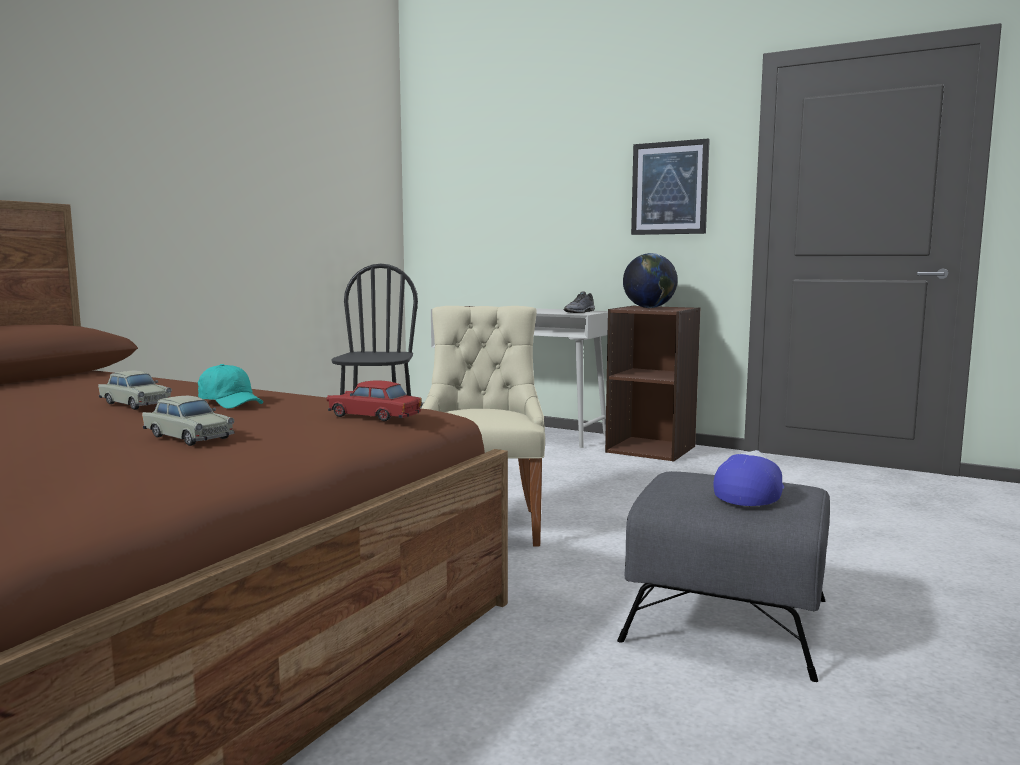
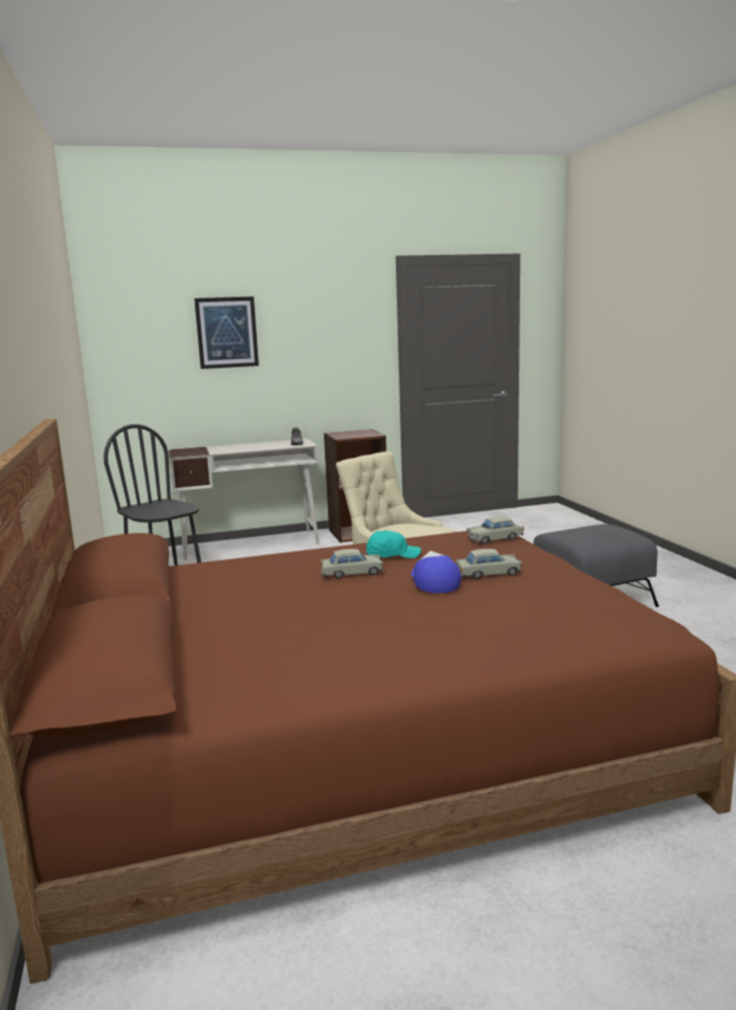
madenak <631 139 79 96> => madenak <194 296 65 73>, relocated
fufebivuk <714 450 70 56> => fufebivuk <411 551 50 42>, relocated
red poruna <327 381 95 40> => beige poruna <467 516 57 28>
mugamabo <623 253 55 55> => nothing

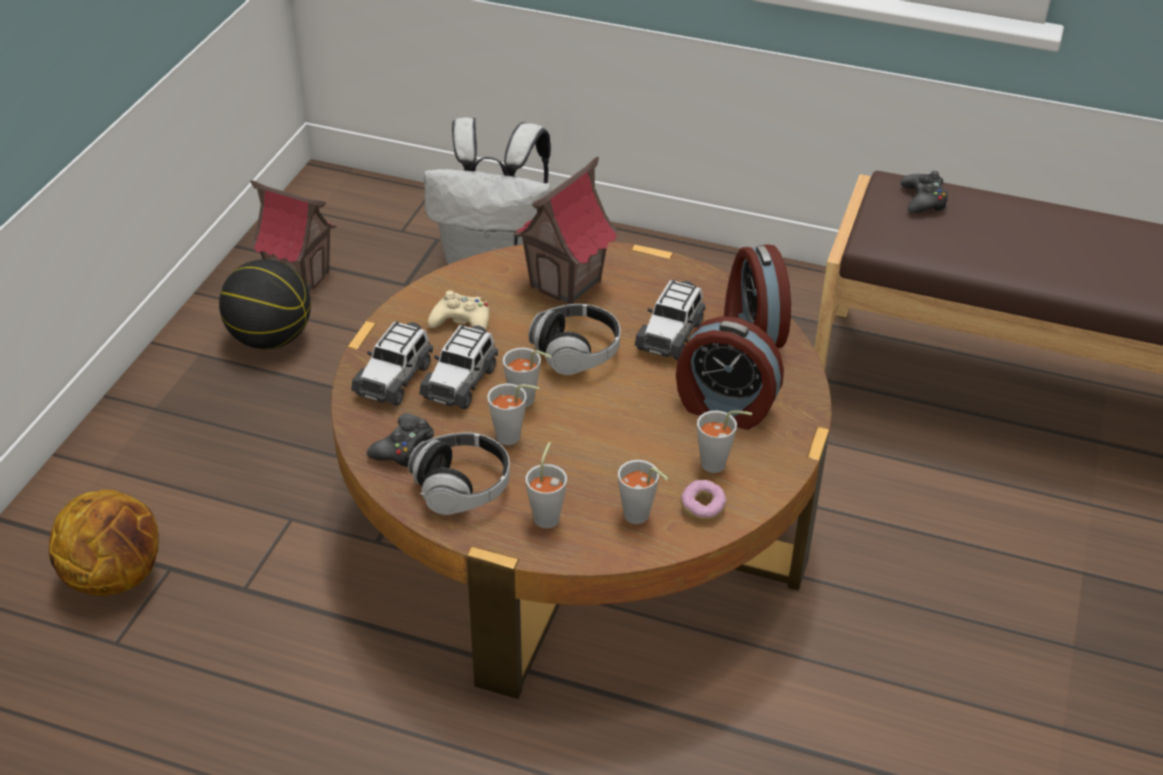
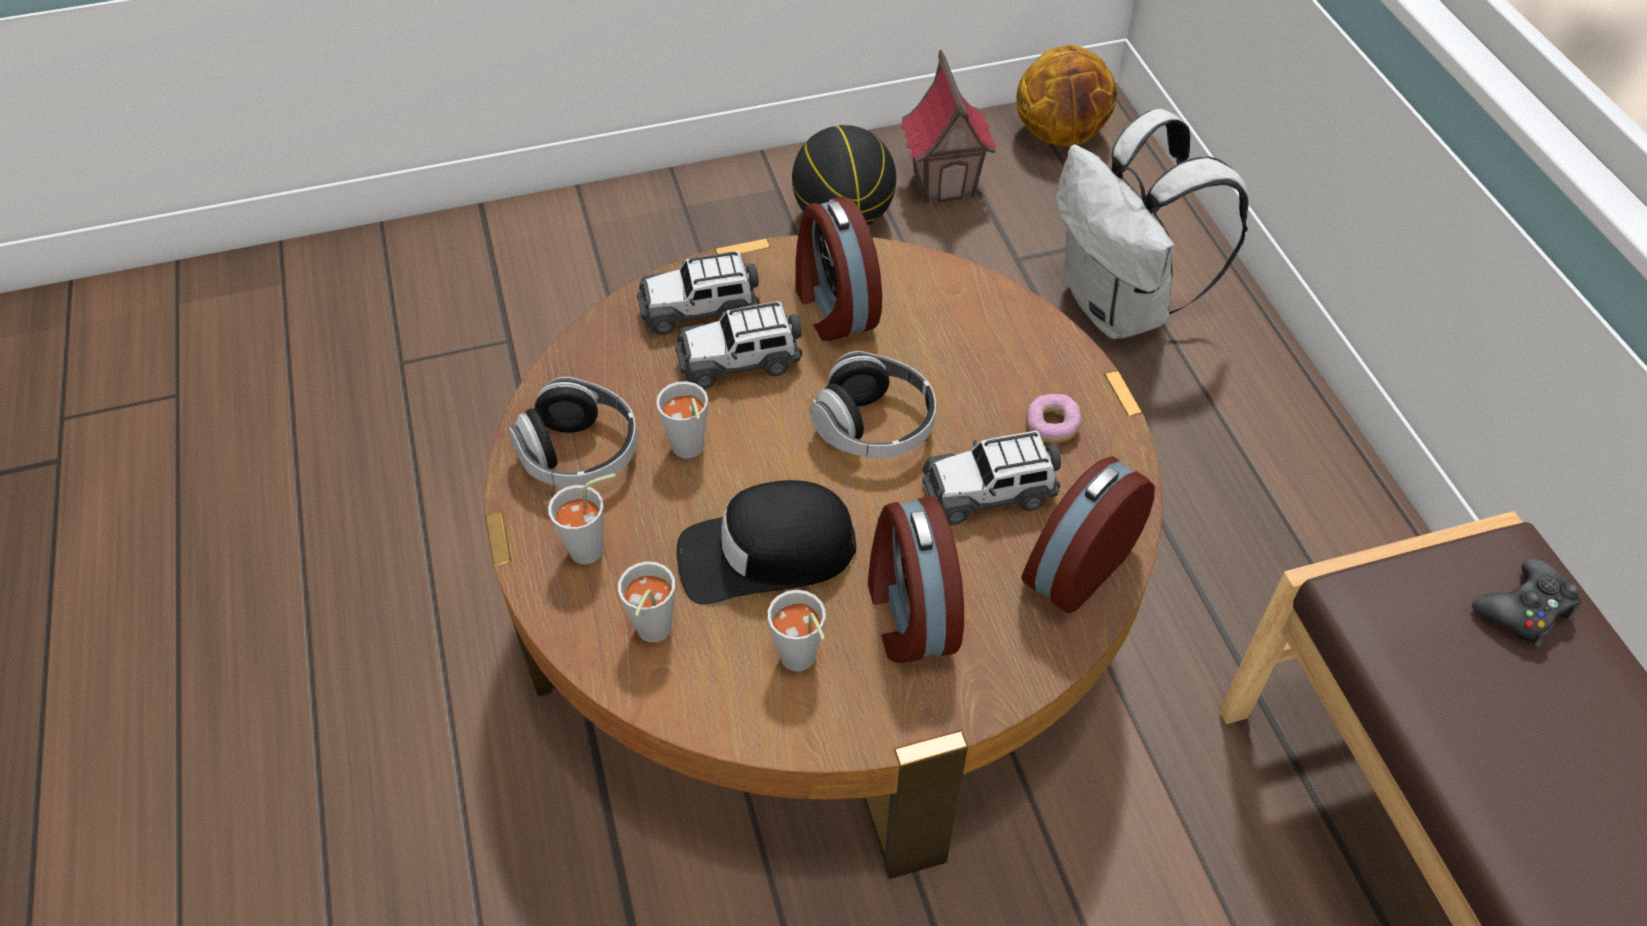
nothing => black fufebivuk <677 480 179 125>
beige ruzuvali <428 290 61 40> => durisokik <795 196 87 145>
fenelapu <49 490 110 106> => fenelapu <1017 45 100 101>, relocated
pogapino <681 480 45 41> => pogapino <1026 394 56 50>, relocated
black ruzuvali <367 413 67 54> => nothing
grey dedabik <503 348 49 59> => nothing
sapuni <513 156 106 148> => nothing

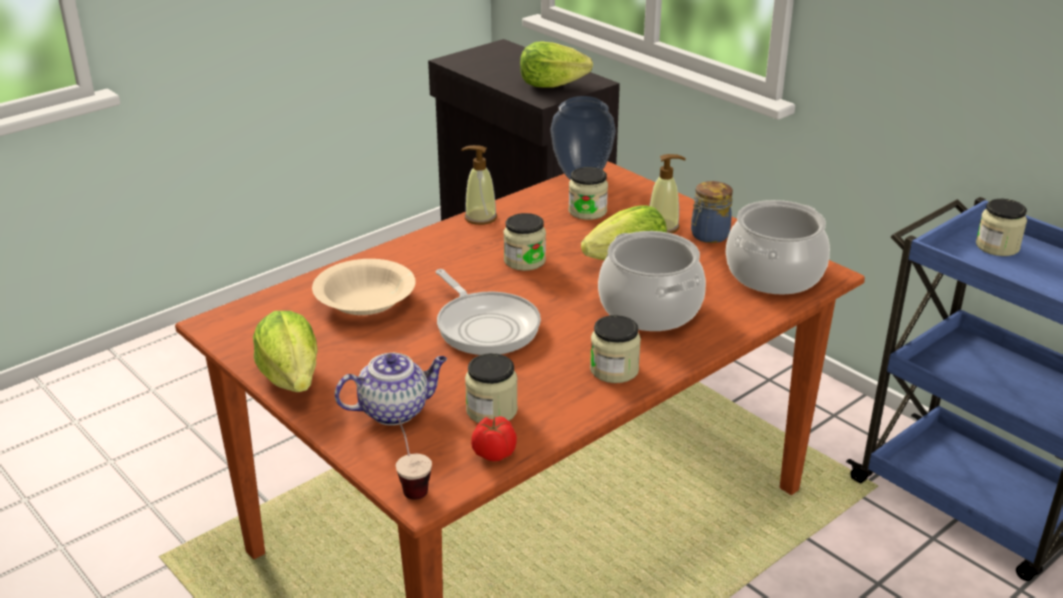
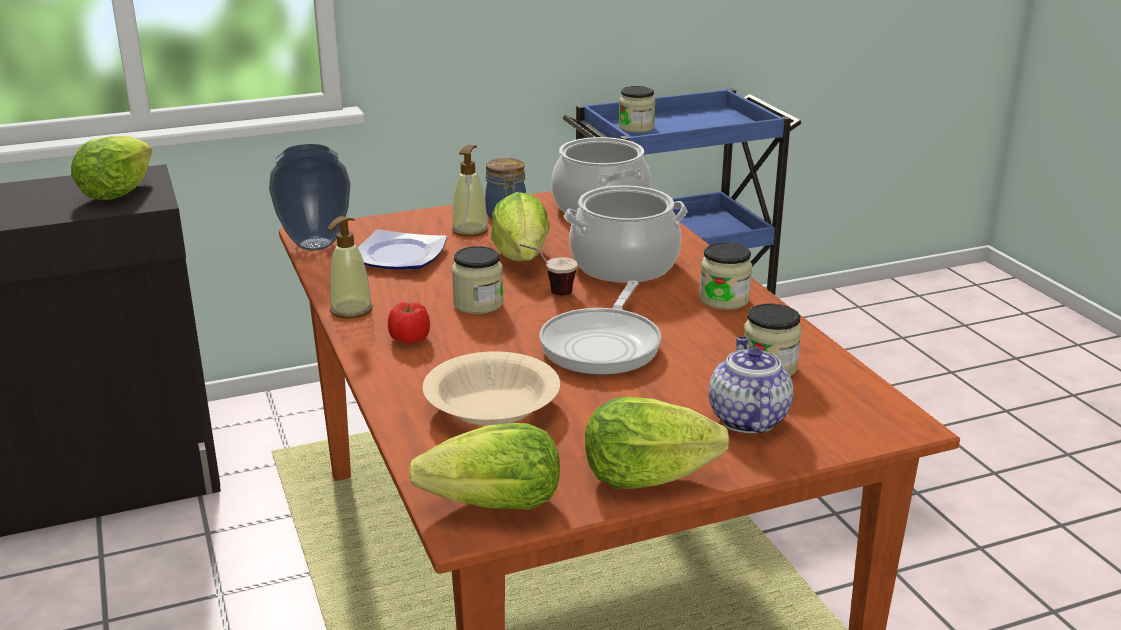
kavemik <568 167 40 53> => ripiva <358 229 89 41>
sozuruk <471 416 46 45> => sozuruk <388 302 42 42>, relocated
nothing => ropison <408 423 152 87>
dedabik <396 418 36 82> => dedabik <519 244 58 51>, relocated
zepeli <435 269 106 86> => zepeli <539 280 122 95>, 120 degrees clockwise

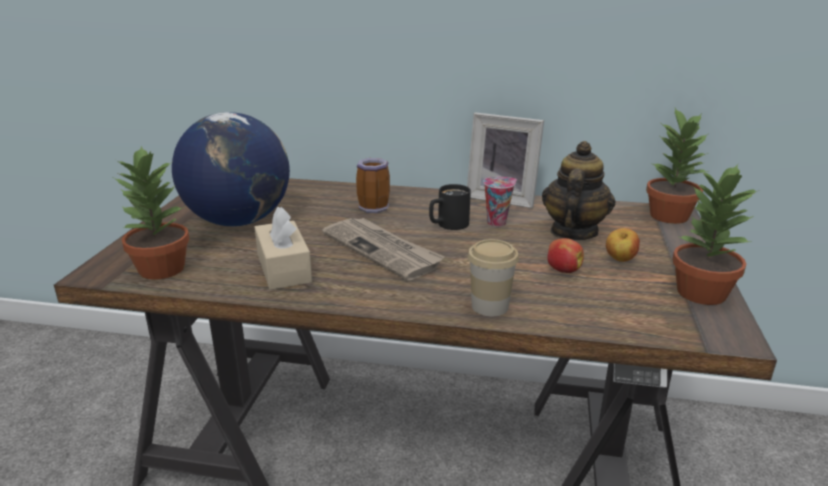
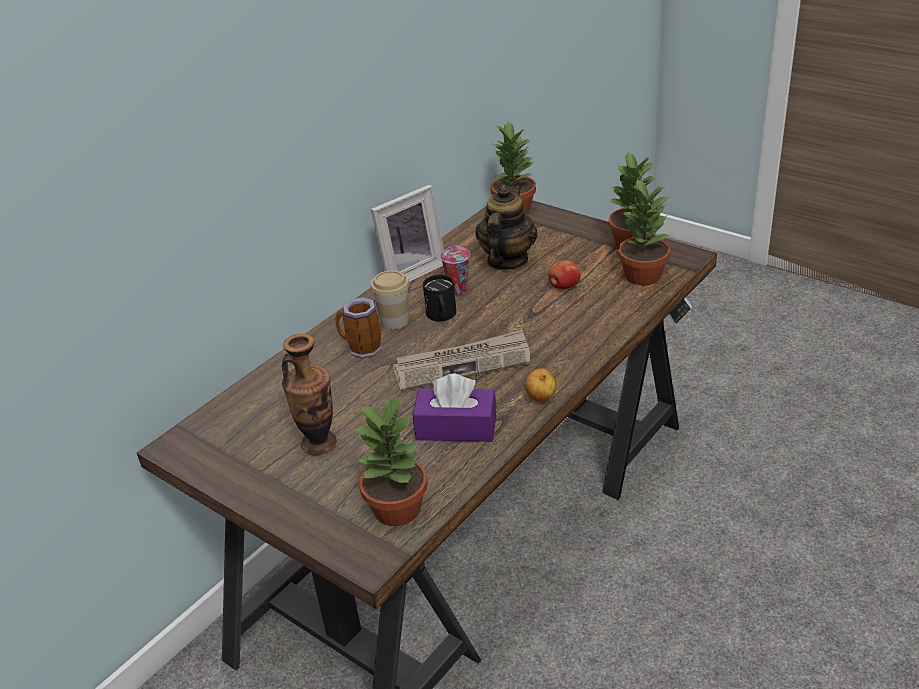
mugamabo <172 112 118 114> => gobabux <282 334 55 122>
dedabik <468 239 51 77> => dedabik <371 270 38 60>, relocated
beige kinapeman <254 207 58 83> => purple kinapeman <412 374 84 68>
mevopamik <542 141 74 99> => mevopamik <475 184 63 86>, 60 degrees clockwise
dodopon <606 228 34 34> => dodopon <525 368 31 33>, relocated
nothing => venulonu <618 178 53 107>

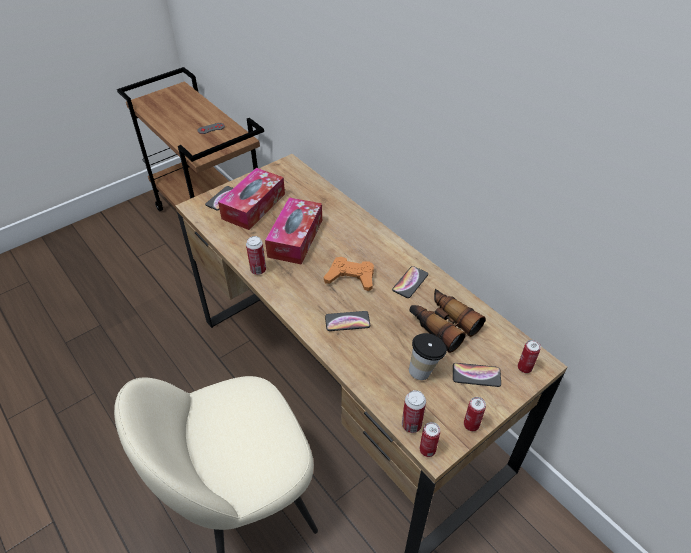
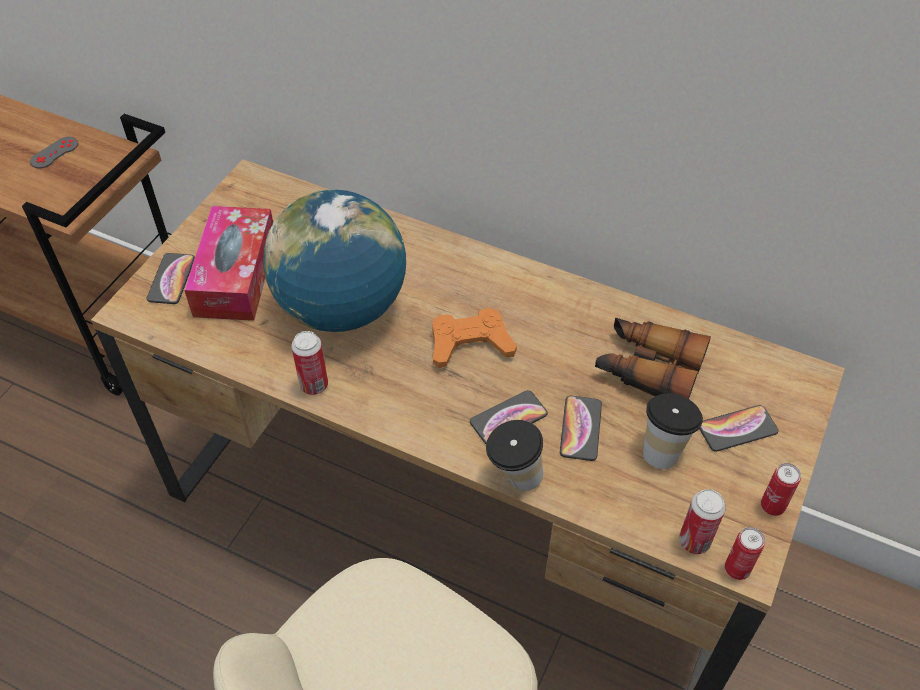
kinapeman <265 197 57 67> => mugamabo <263 190 143 142>
nothing => dedabik <486 420 57 71>
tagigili <392 266 36 32> => tagigili <560 396 42 65>, relocated
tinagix <518 340 23 33> => nothing

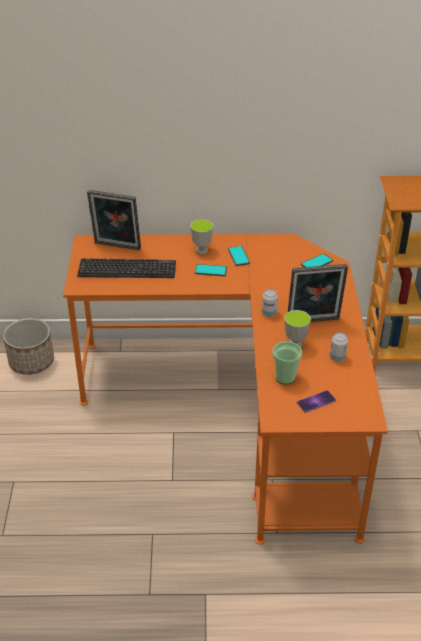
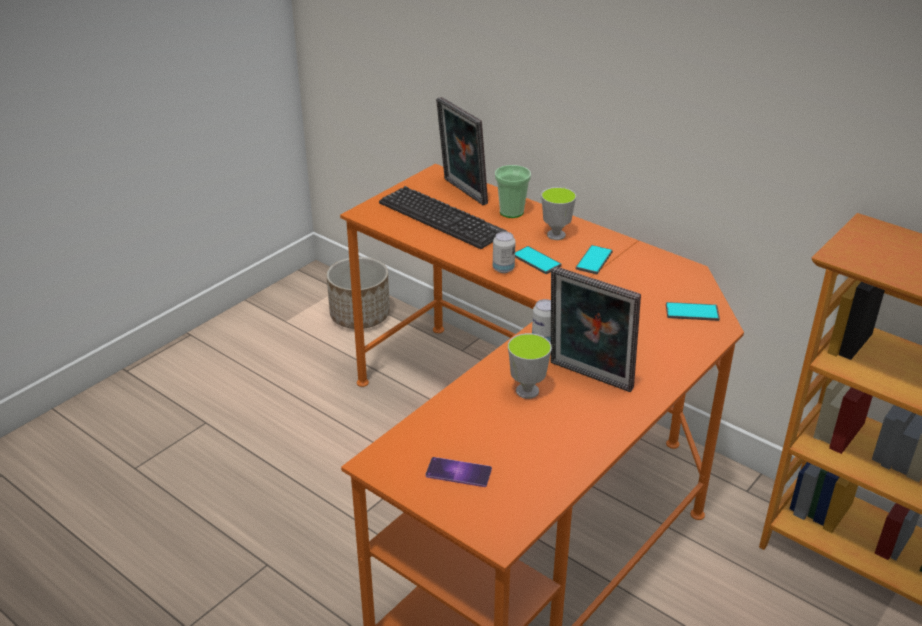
tinagix <330 332 18 29> => tinagix <493 231 23 42>, relocated
dedabik <272 342 30 42> => dedabik <495 165 36 53>, relocated

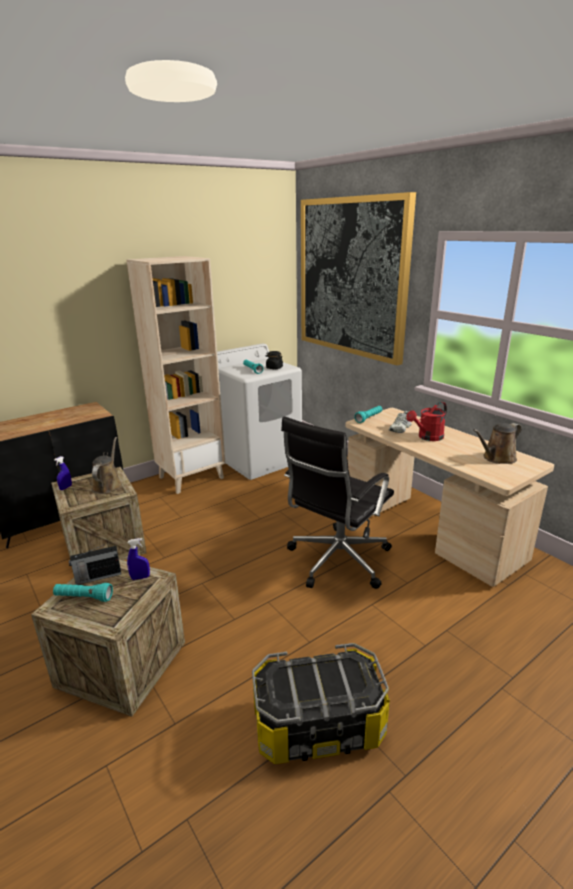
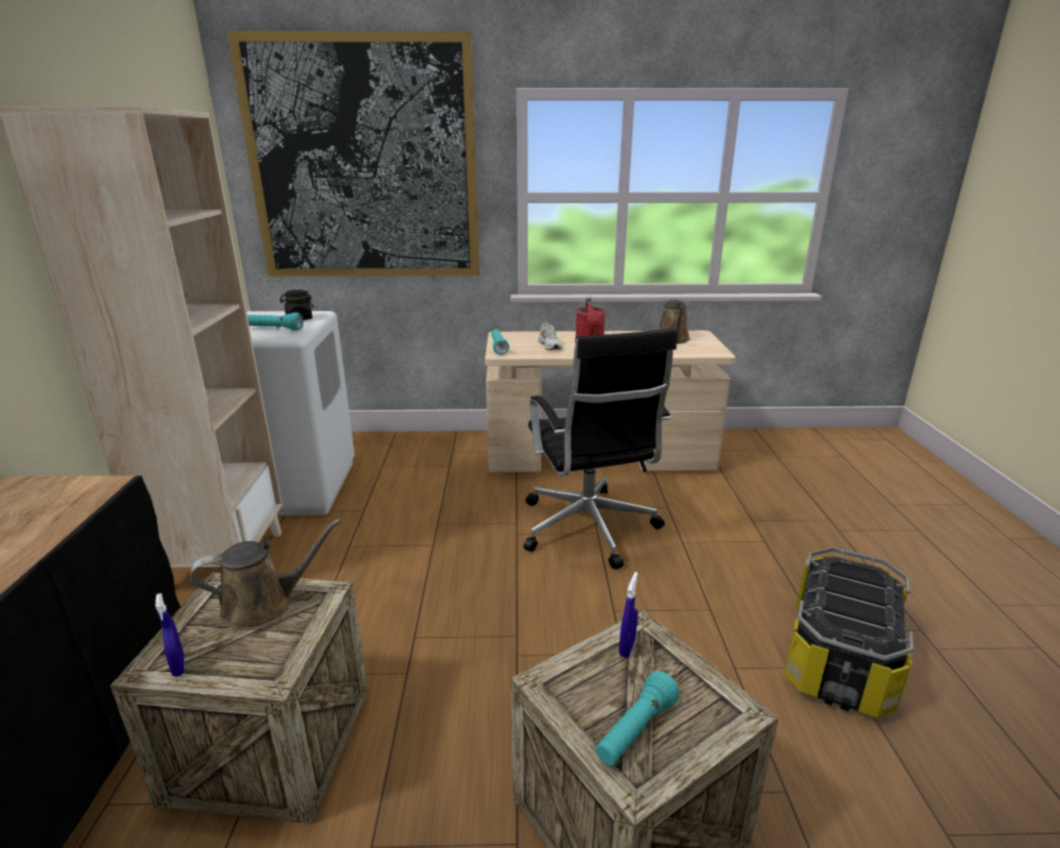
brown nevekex <92 437 30 57> => brown nevekex <190 519 152 111>, 120 degrees clockwise
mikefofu <69 544 52 41> => nothing

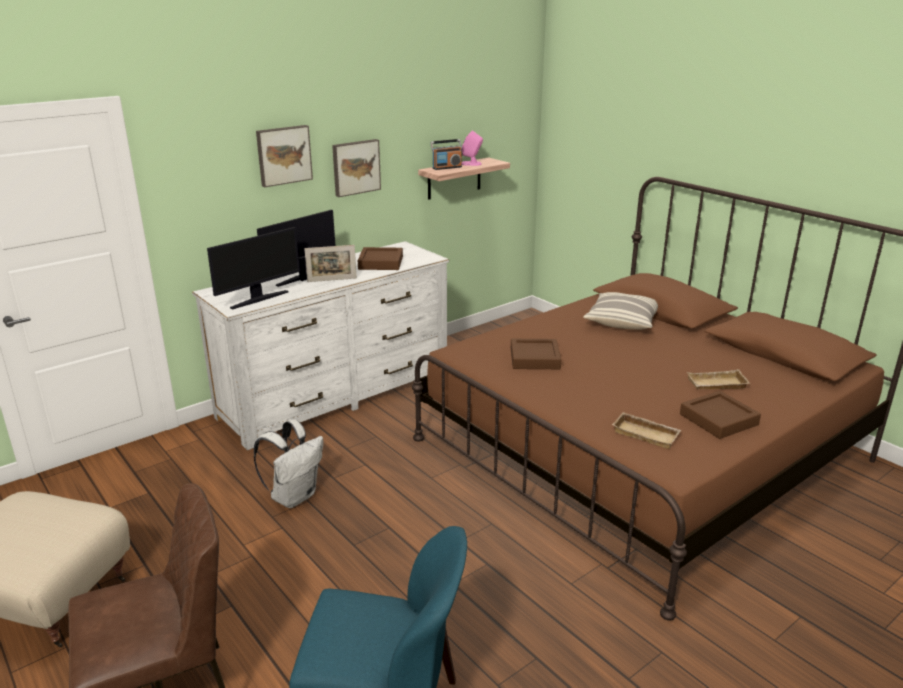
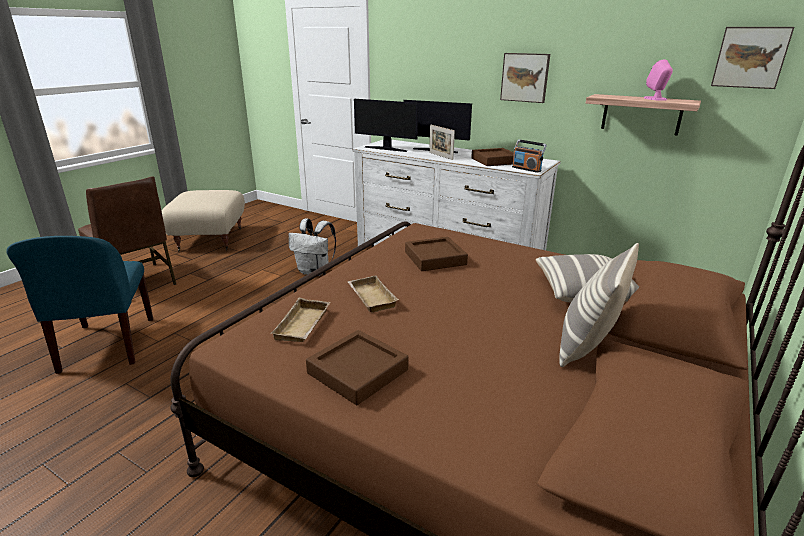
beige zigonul <687 369 63 20> => beige zigonul <348 275 51 37>, relocated
mikefofu <430 139 33 31> => mikefofu <512 139 35 34>, relocated
nothing => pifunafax <559 243 80 124>
madenak <256 125 57 62> => madenak <711 27 83 62>, relocated

